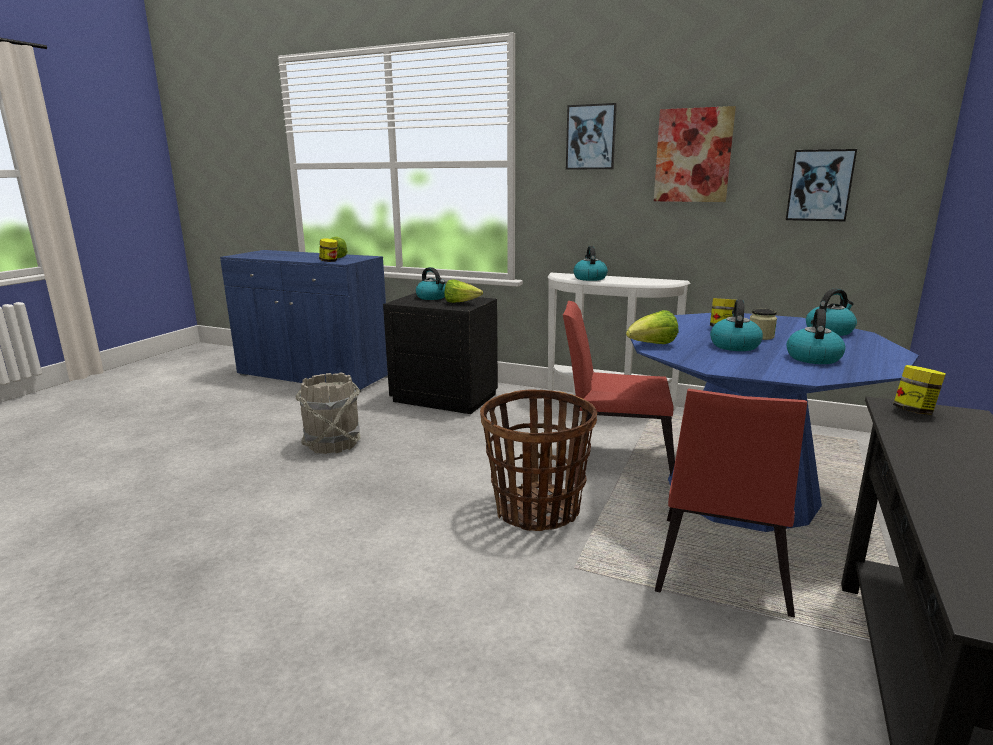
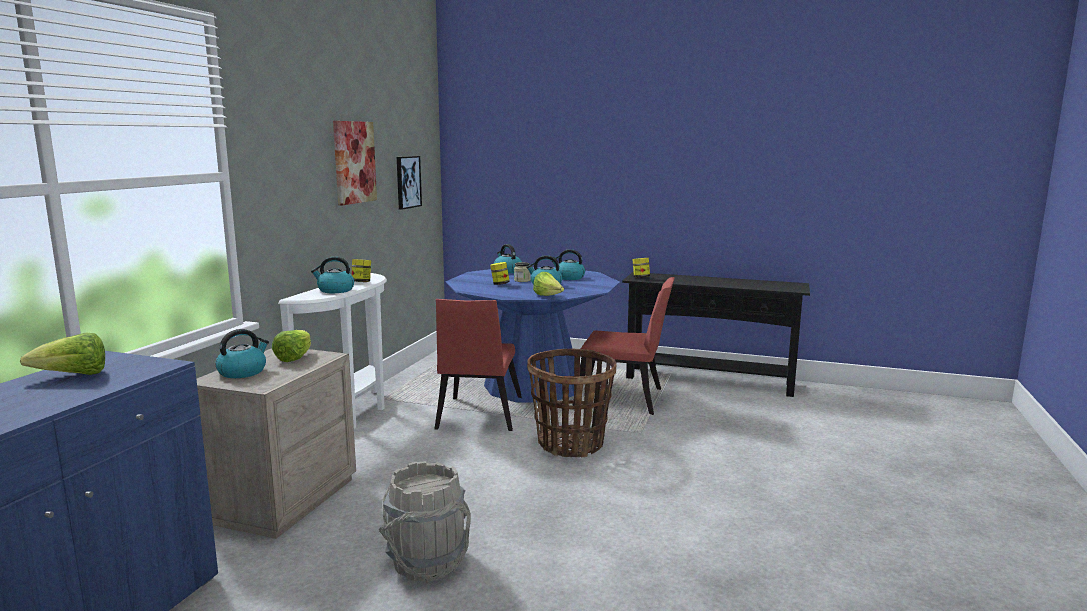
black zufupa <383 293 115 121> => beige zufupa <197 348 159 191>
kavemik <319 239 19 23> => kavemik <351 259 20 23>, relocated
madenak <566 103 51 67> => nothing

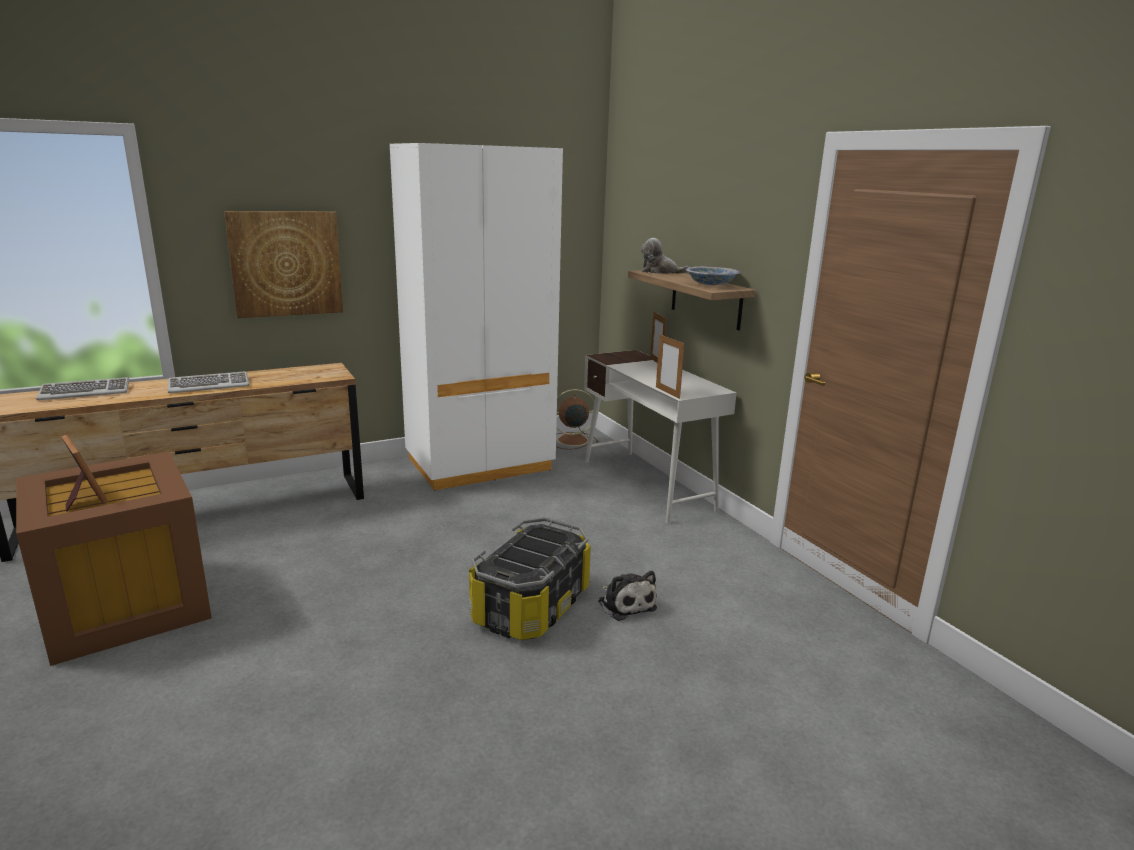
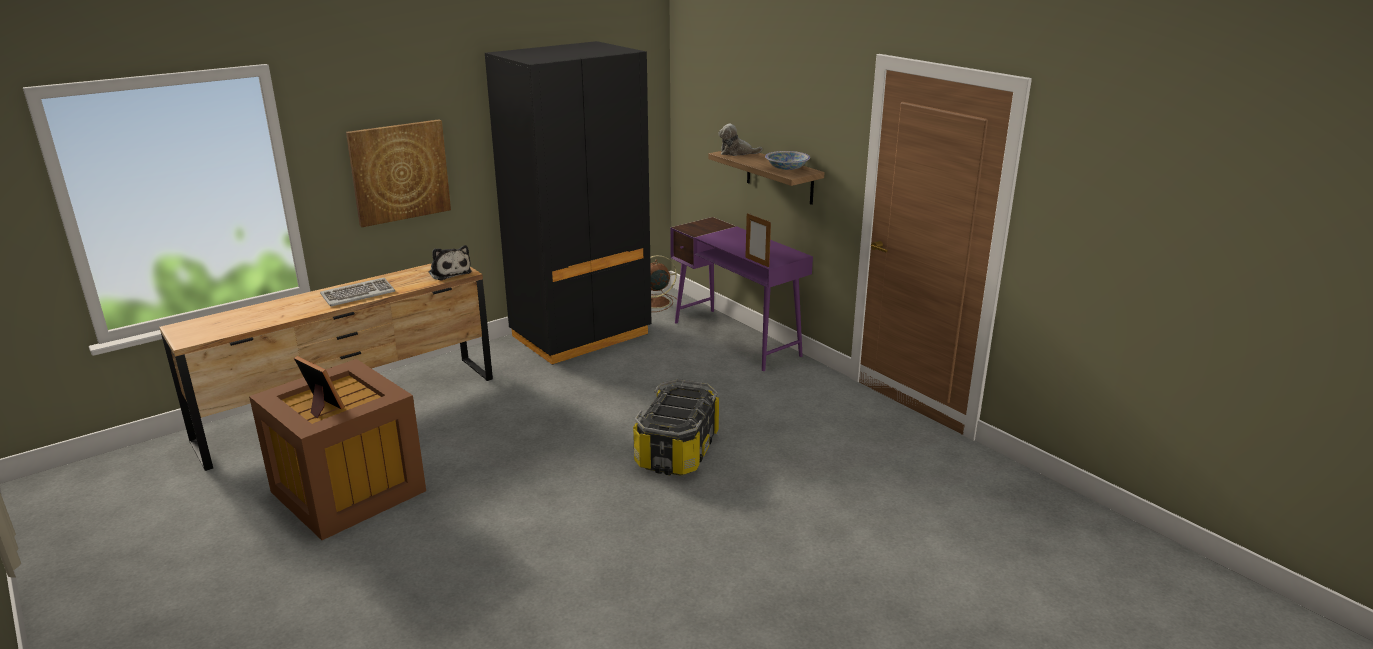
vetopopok <599 571 58 50> => vetopopok <429 245 43 35>, relocated
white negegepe <390 143 173 348> => black negegepe <485 41 166 324>
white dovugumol <584 350 153 173> => purple dovugumol <670 217 143 154>
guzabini <36 377 93 23> => nothing
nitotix <650 311 16 52> => nothing

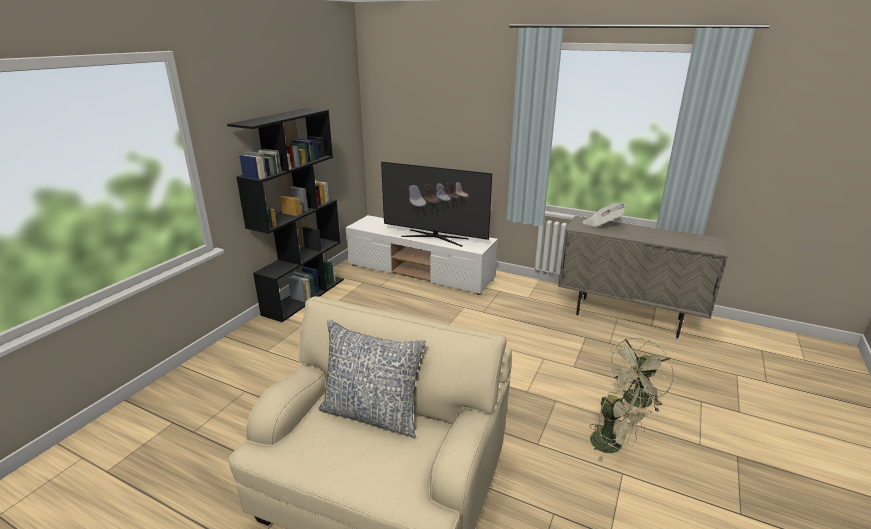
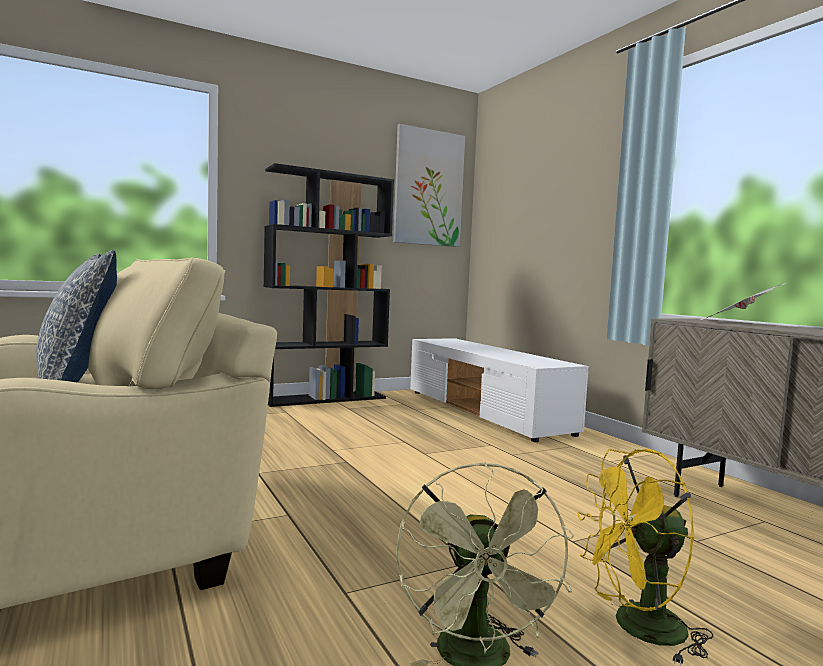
nothing => madenak <393 124 72 123>
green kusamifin <610 337 64 75> => yellow kusamifin <577 449 137 217>
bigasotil <381 162 111 85> => nothing

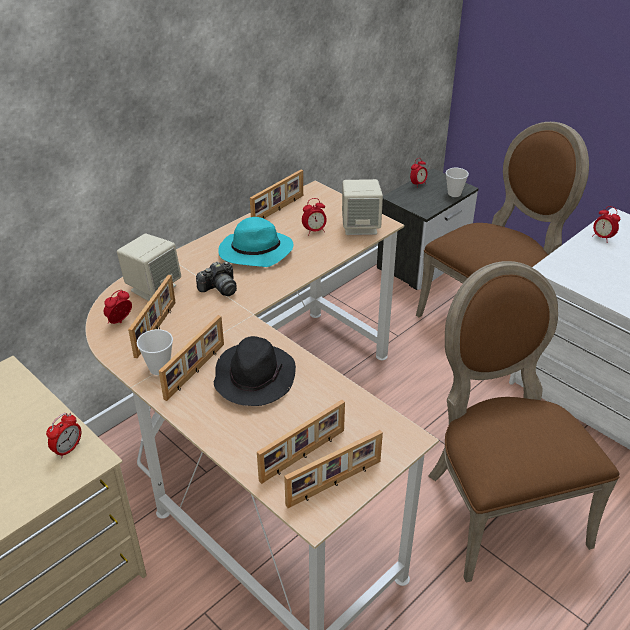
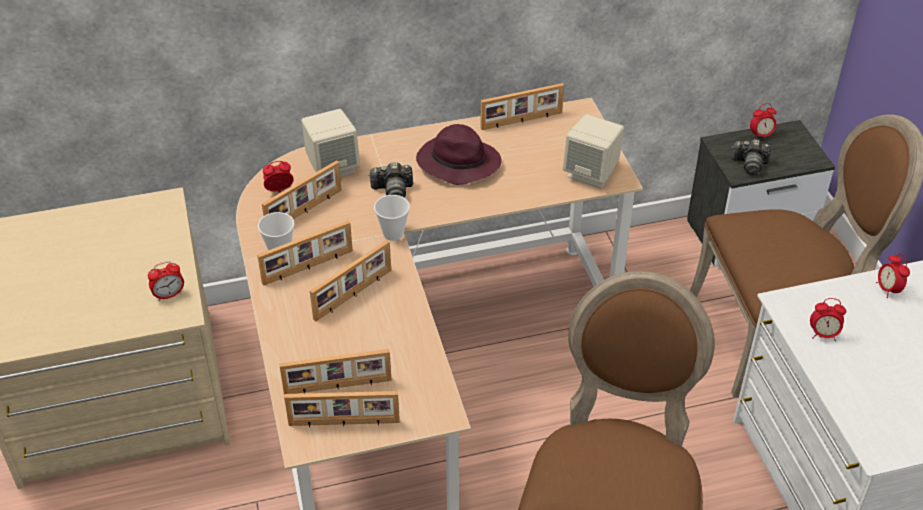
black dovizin <214 336 82 70> => nitotix <310 240 81 81>
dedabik <446 168 23 29> => dedabik <374 195 36 46>, relocated
turquoise dovizin <218 217 75 50> => purple dovizin <416 124 86 61>
nothing => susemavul <731 139 40 36>
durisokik <302 198 25 37> => durisokik <810 298 36 43>, relocated

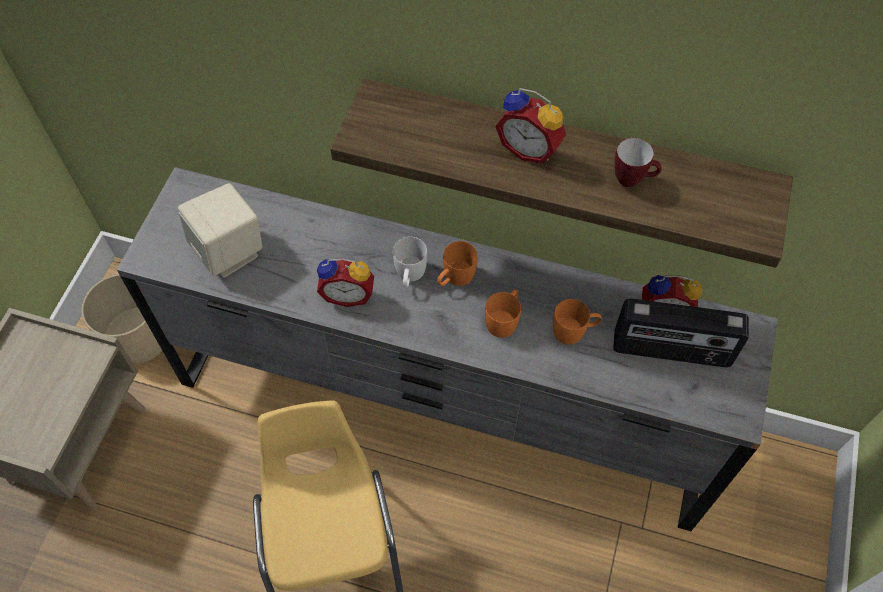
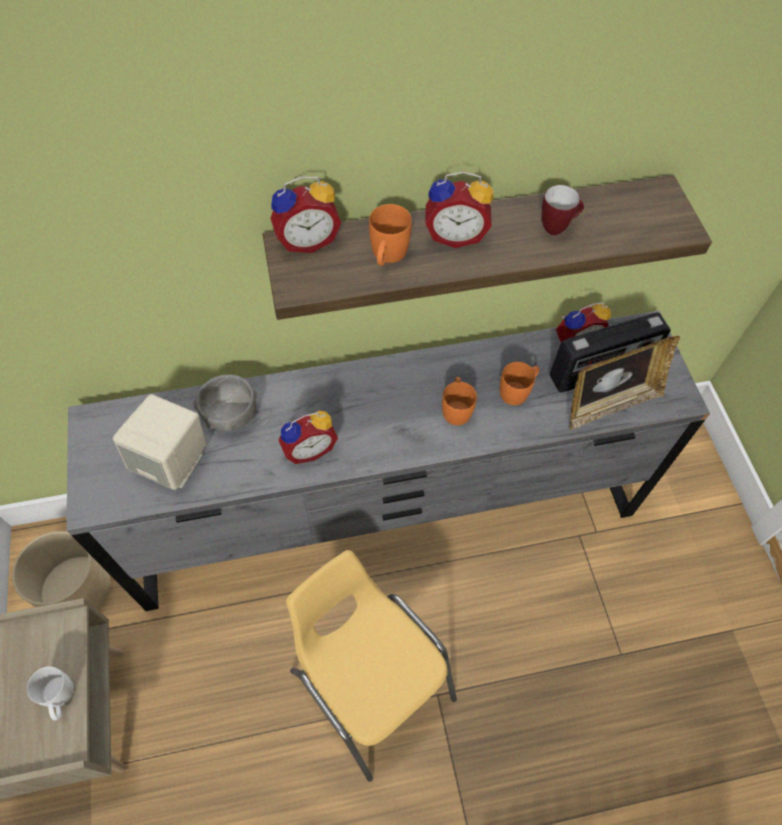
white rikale <393 237 34 51> => white rikale <27 667 47 54>, relocated
nothing => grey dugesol <193 375 64 56>
nothing => durisokik <270 177 71 76>
orange rikale <437 241 40 45> => orange rikale <369 204 43 62>, relocated
nothing => nitotix <569 336 111 94>

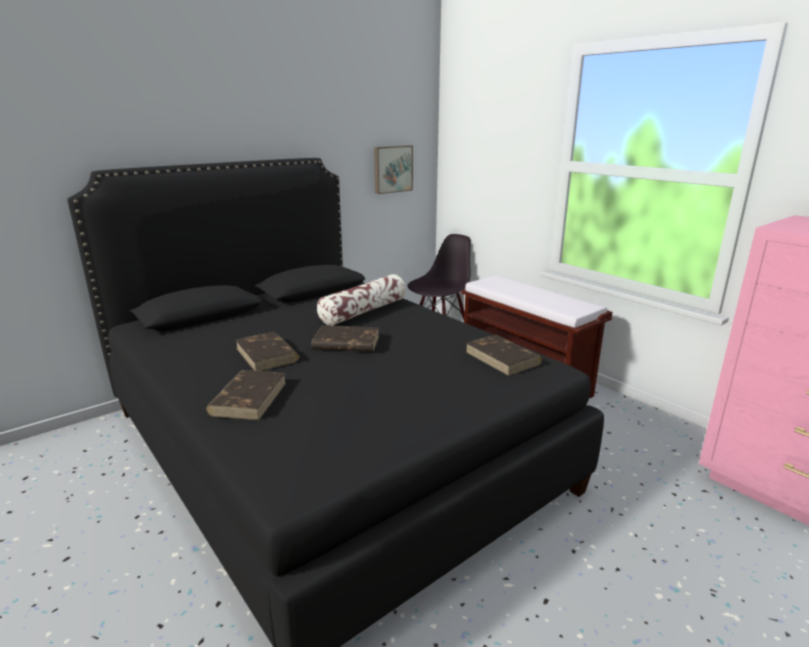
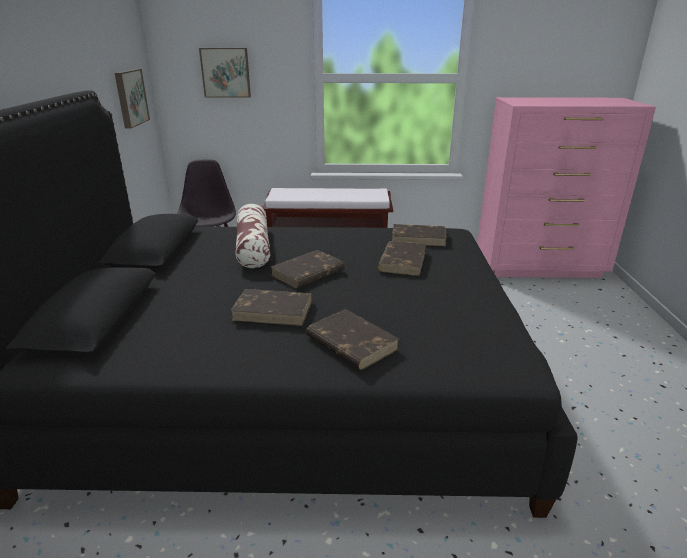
nothing => madenak <199 48 52 50>
nothing => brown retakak <377 241 49 35>

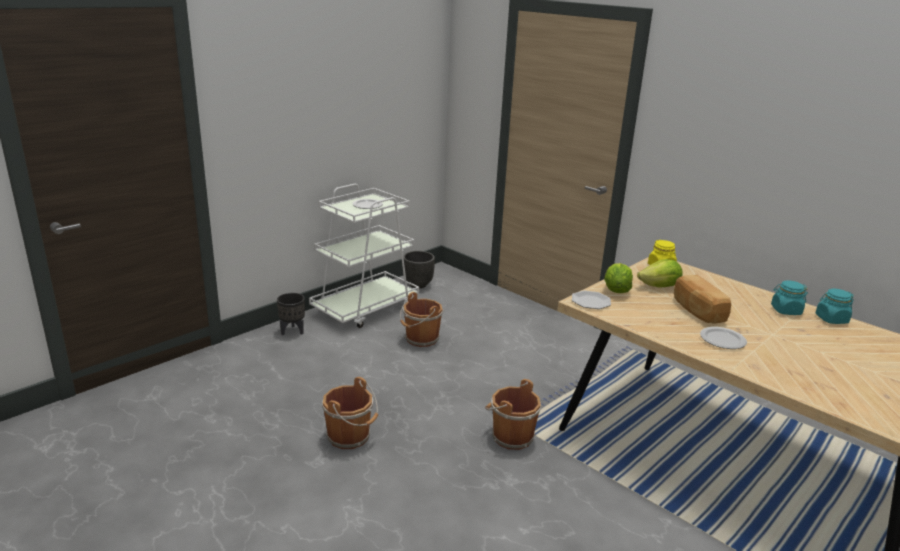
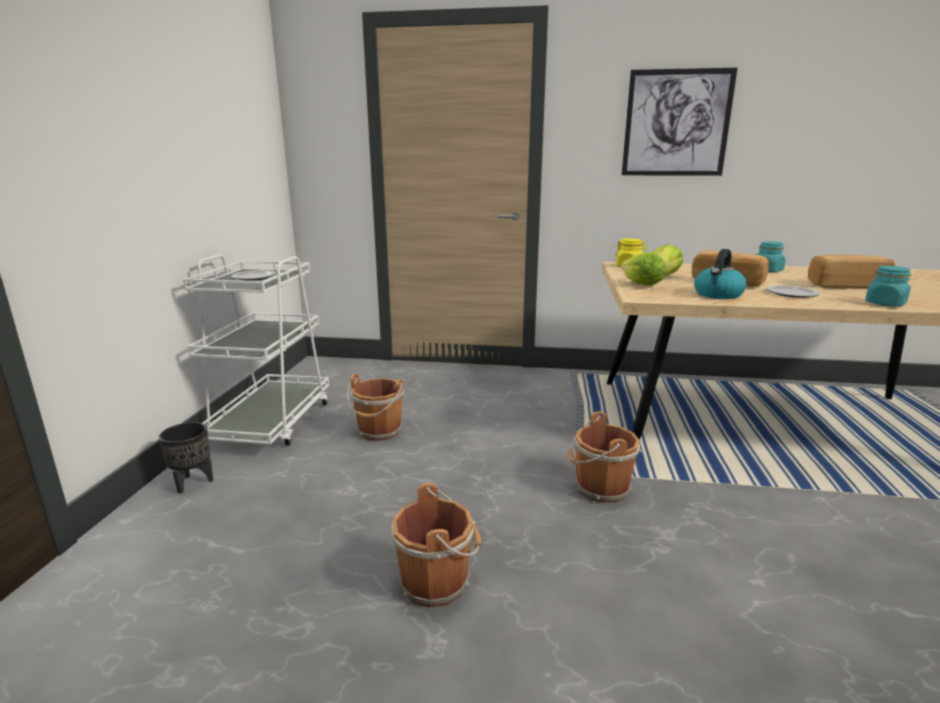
nothing => madenak <622 68 116 108>
nothing => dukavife <694 249 53 50>
nothing => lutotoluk <808 255 87 34>
turquoise kavemik <816 289 38 35> => turquoise kavemik <865 266 46 40>, relocated
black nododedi <403 251 32 37> => nothing
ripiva <572 291 39 18> => nothing

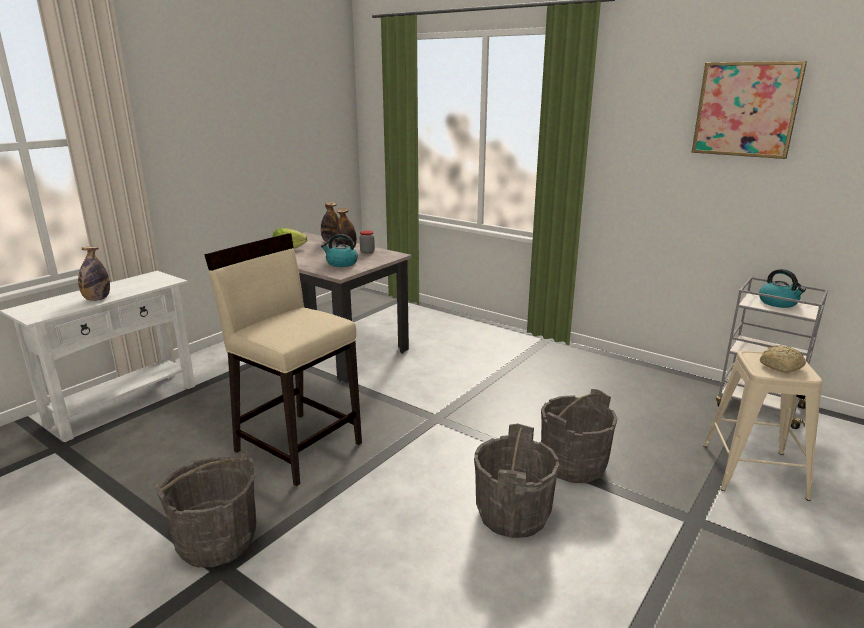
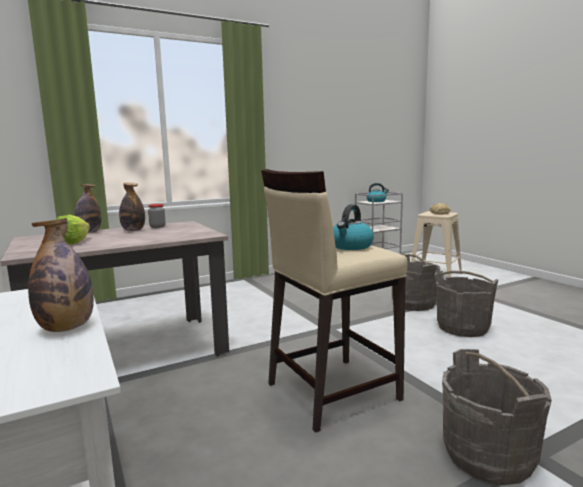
dukavife <321 234 37 33> => dukavife <333 204 41 46>, relocated
madenak <691 61 116 98> => nothing

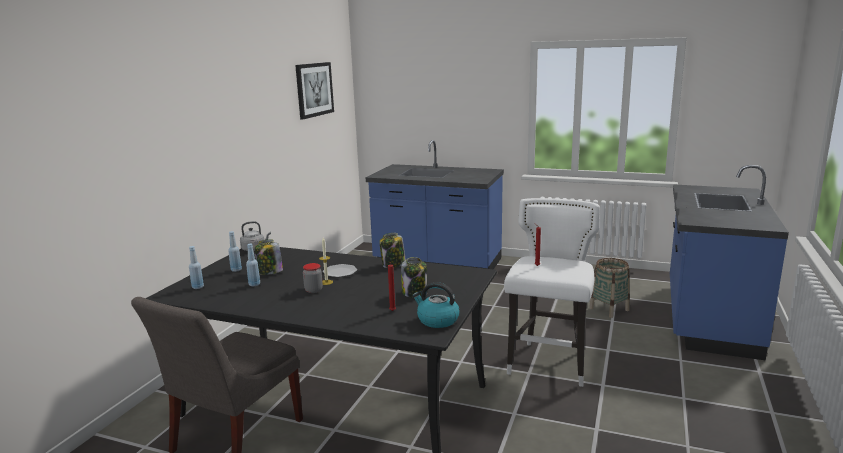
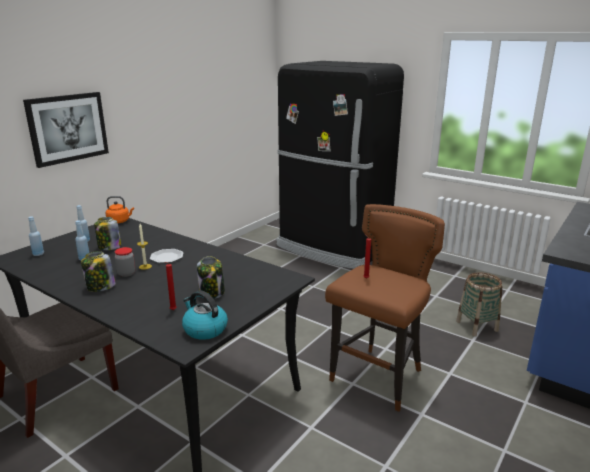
madenak <295 62 39 57> => madenak <23 92 86 76>, relocated
kavemik <379 233 27 35> => kavemik <81 251 35 41>, relocated
grey dukavife <240 221 31 30> => orange dukavife <106 196 28 27>
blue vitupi <366 140 138 129> => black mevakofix <277 61 127 208>
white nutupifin <504 198 96 189> => brown nutupifin <325 204 120 208>

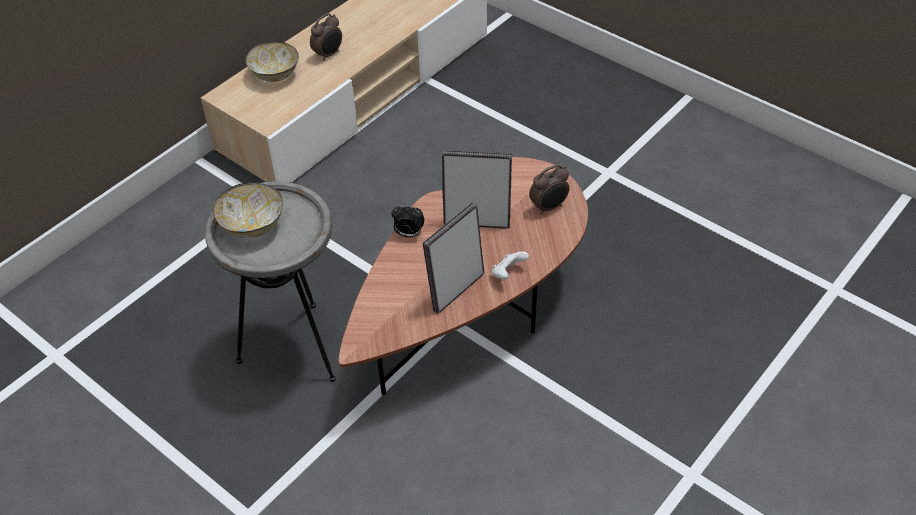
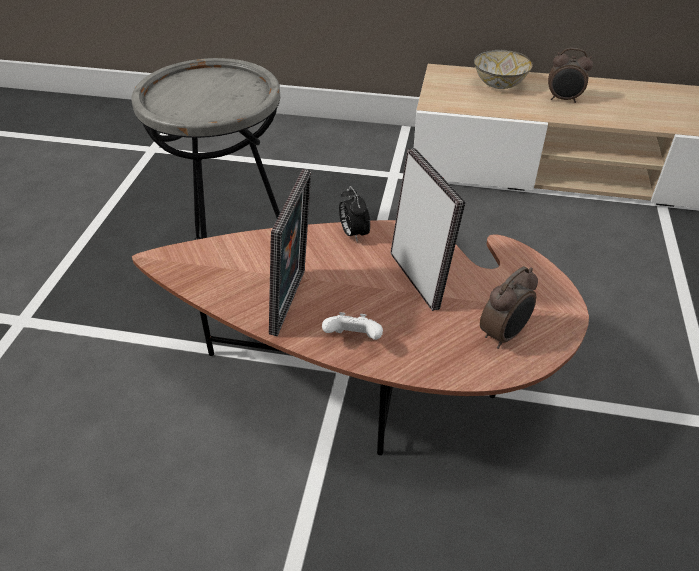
nitotix <423 203 61 111> => nitotix <269 169 42 167>, 90 degrees clockwise
durisokik <529 164 41 51> => durisokik <480 266 58 83>, 75 degrees counterclockwise
dugesol <213 182 70 56> => nothing

